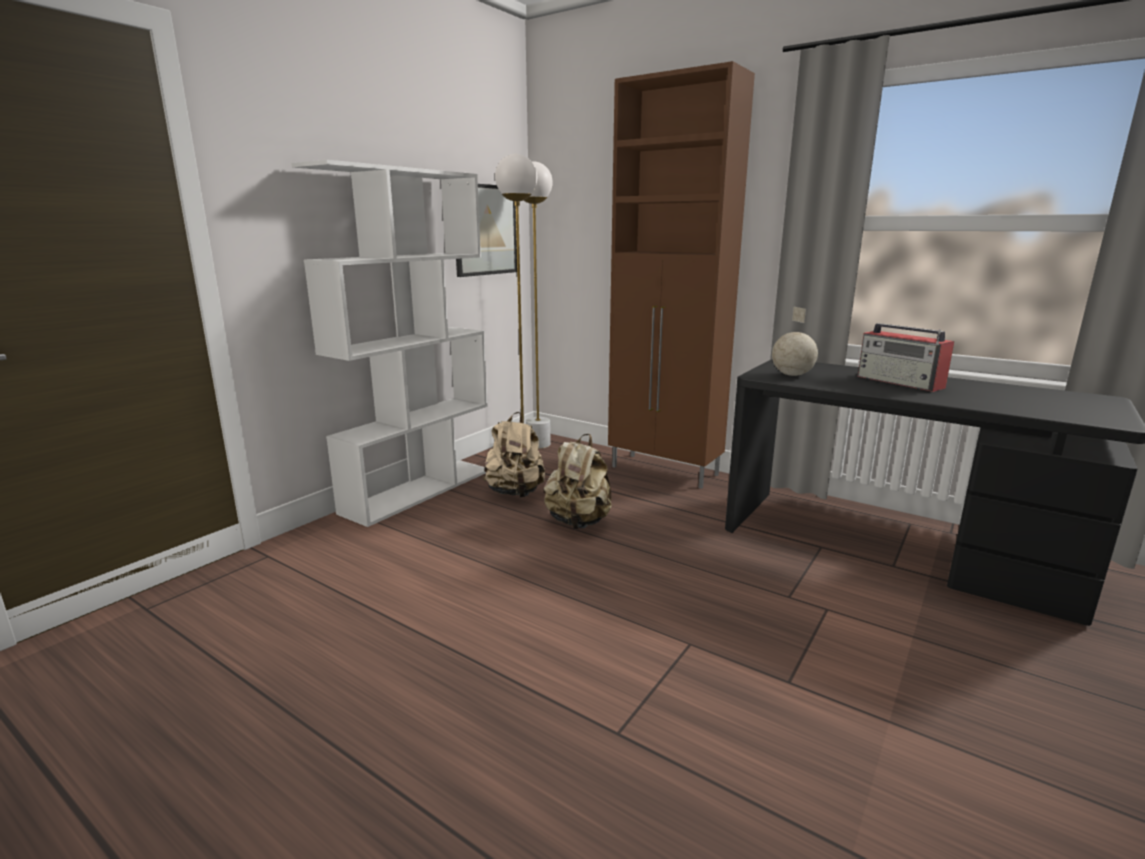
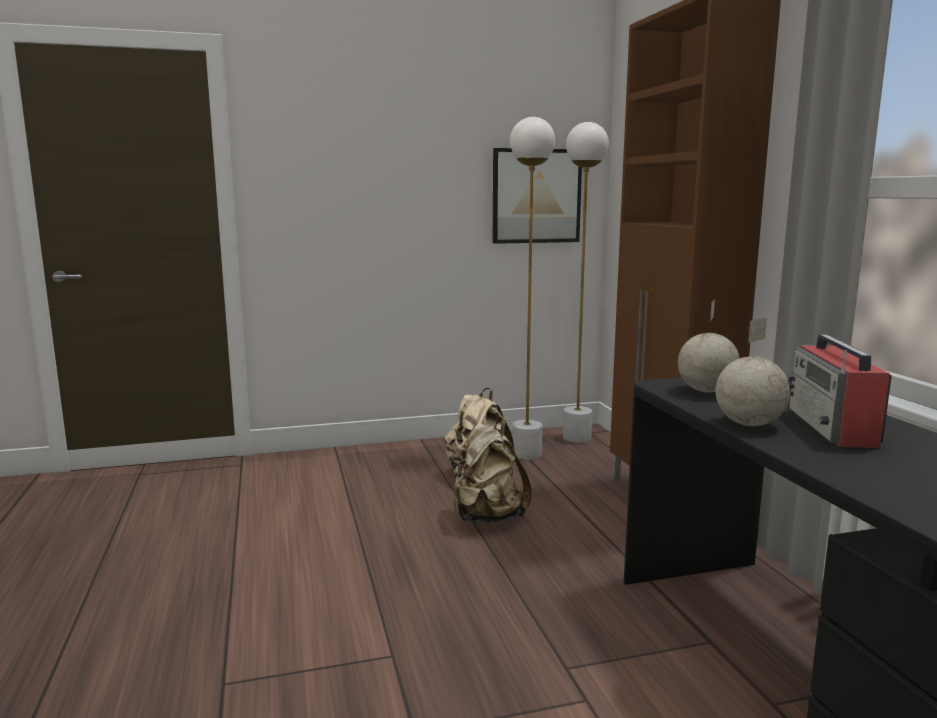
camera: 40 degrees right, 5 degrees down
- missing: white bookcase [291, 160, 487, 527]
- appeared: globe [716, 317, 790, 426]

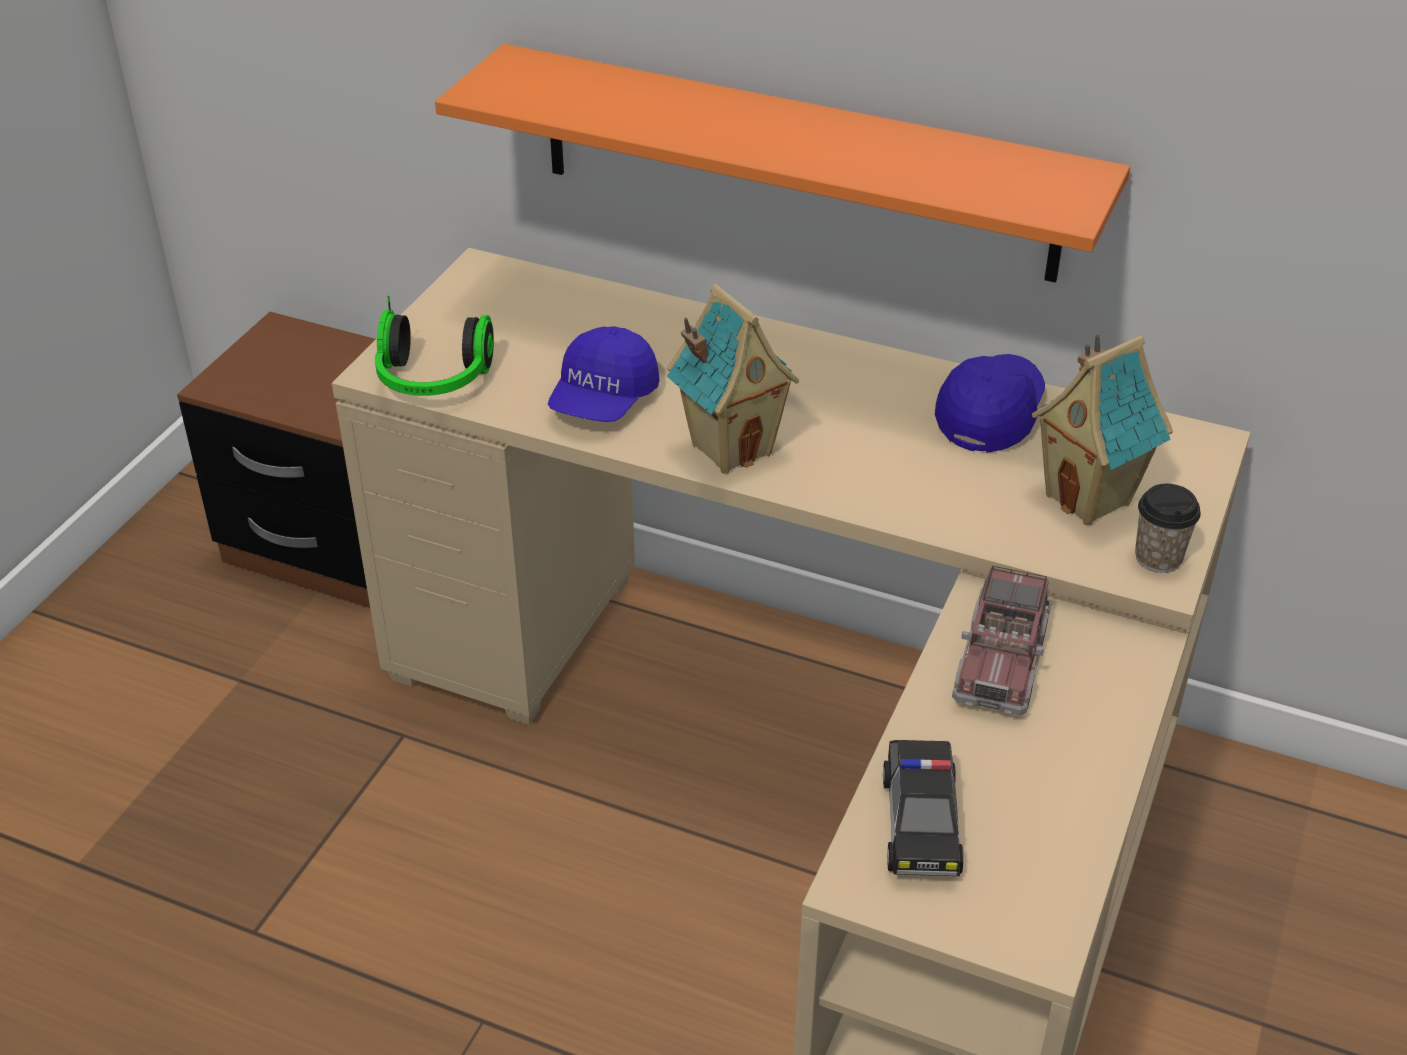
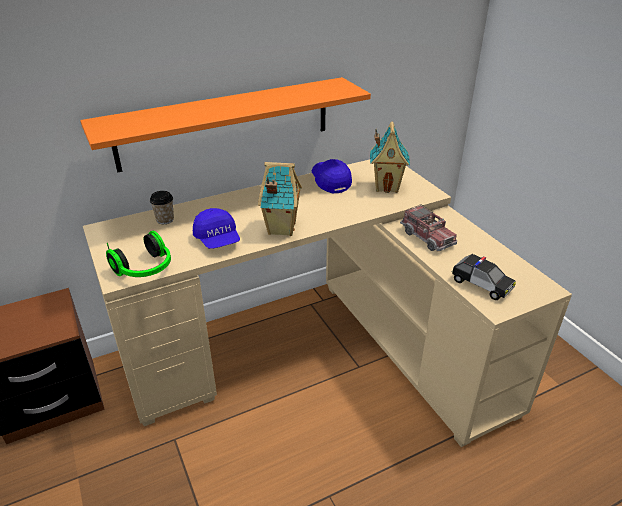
camera: 50 degrees left, 5 degrees down
- relocated: cup [1135, 484, 1201, 573] to [150, 191, 174, 224]

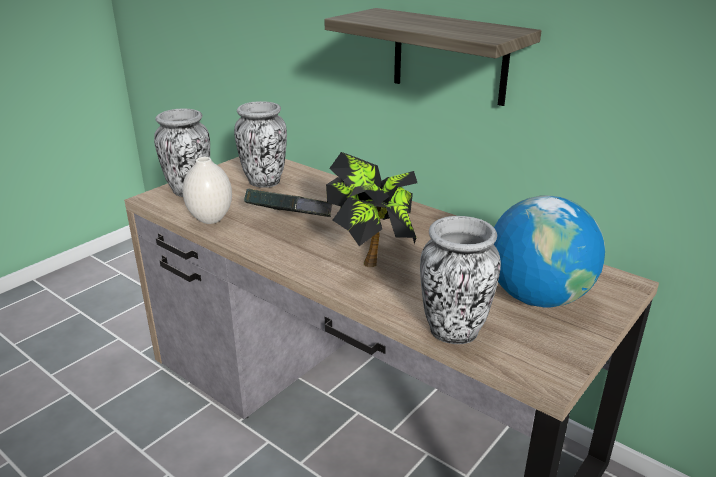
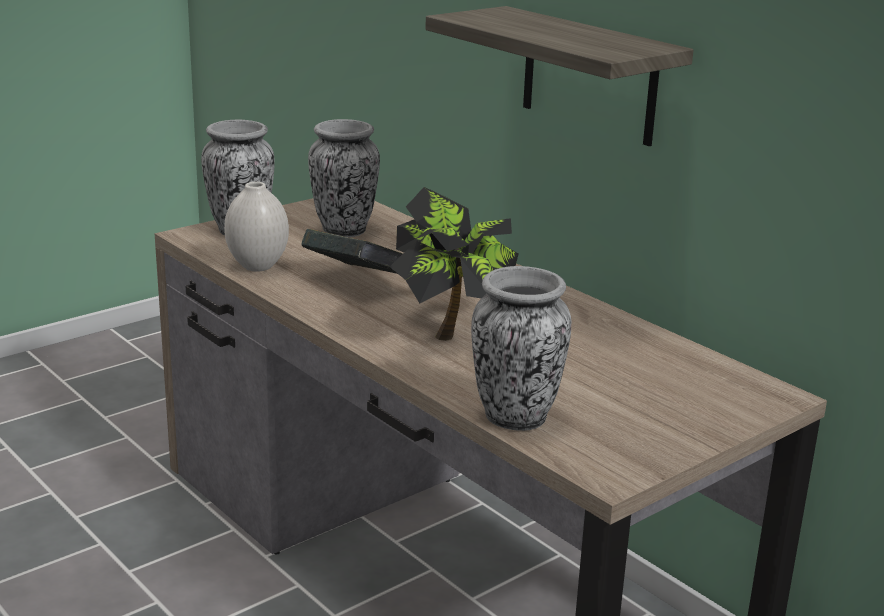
camera: 10 degrees right, 5 degrees down
- missing: globe [494, 195, 605, 307]

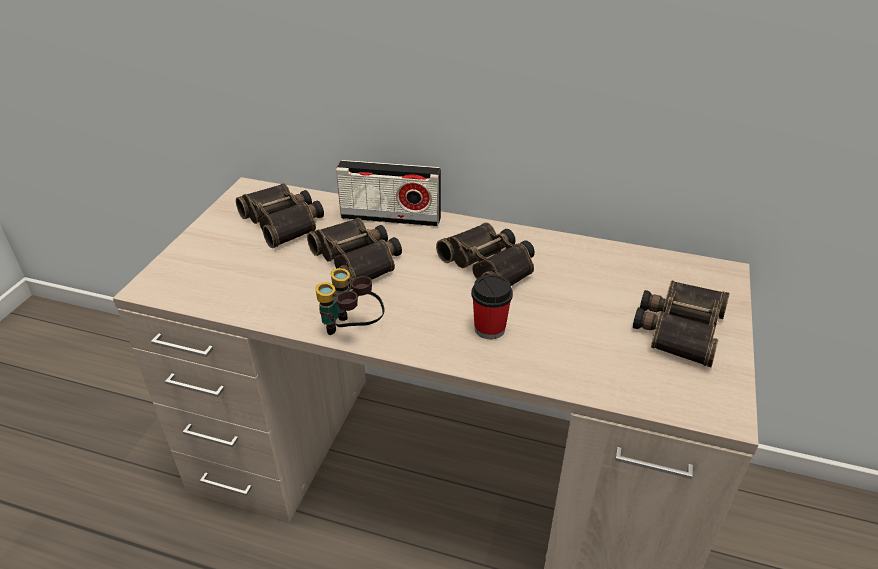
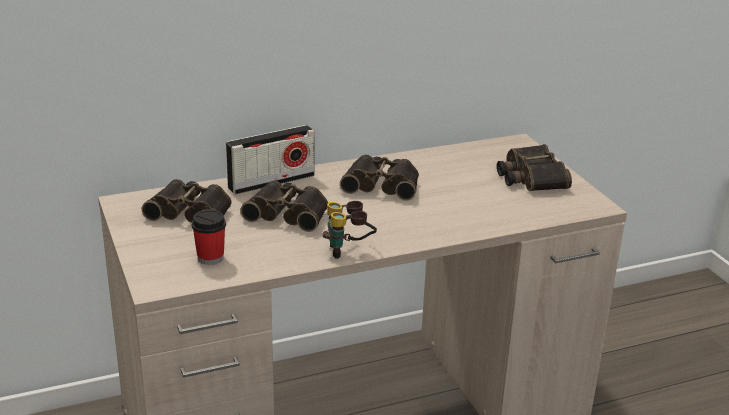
camera: 40 degrees left, 10 degrees down
- relocated: cup [471, 274, 513, 339] to [192, 210, 226, 265]

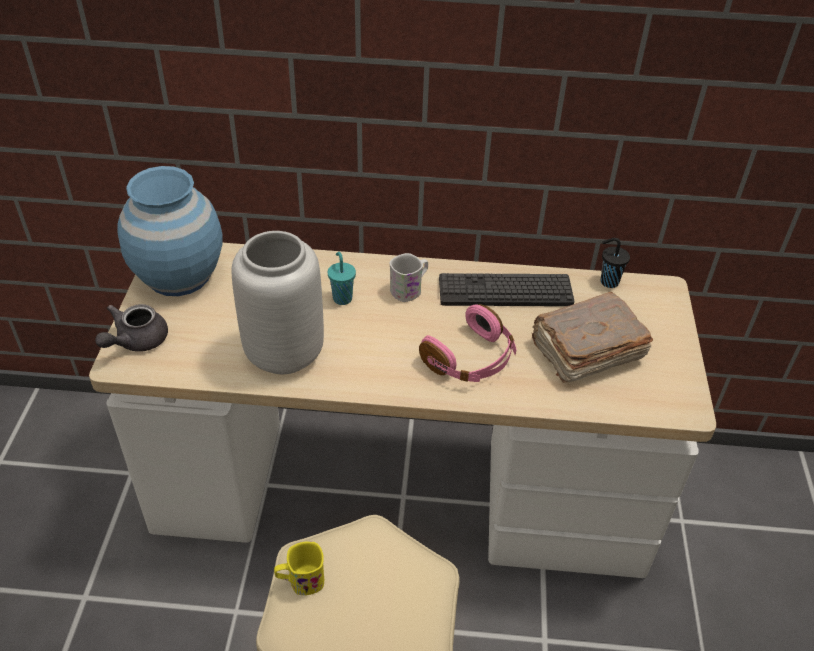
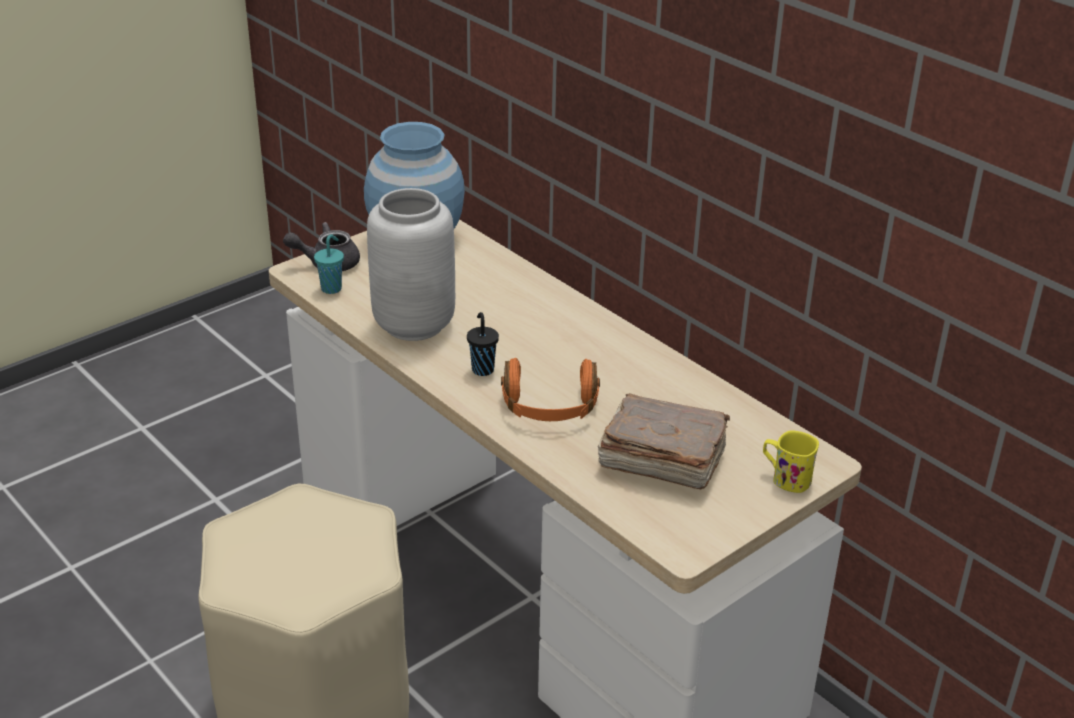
camera: 45 degrees right, 10 degrees down
- relocated: yellow mug [274, 541, 324, 595] to [763, 430, 819, 493]
- relocated: turquoise cup [328, 252, 356, 305] to [314, 234, 344, 294]
- missing: white mug [389, 253, 428, 302]
- colour: pink headphones [419, 304, 516, 382] to orange headphones [501, 358, 600, 421]
- missing: keyboard [439, 273, 574, 306]
- relocated: black cup [601, 238, 630, 288] to [467, 312, 499, 376]

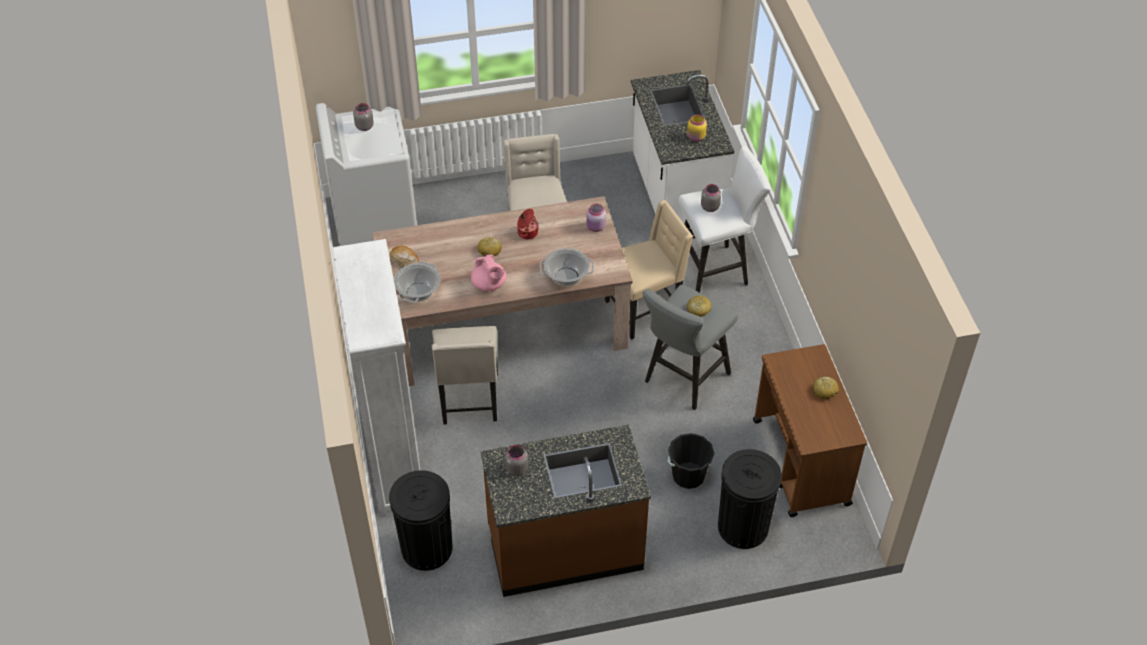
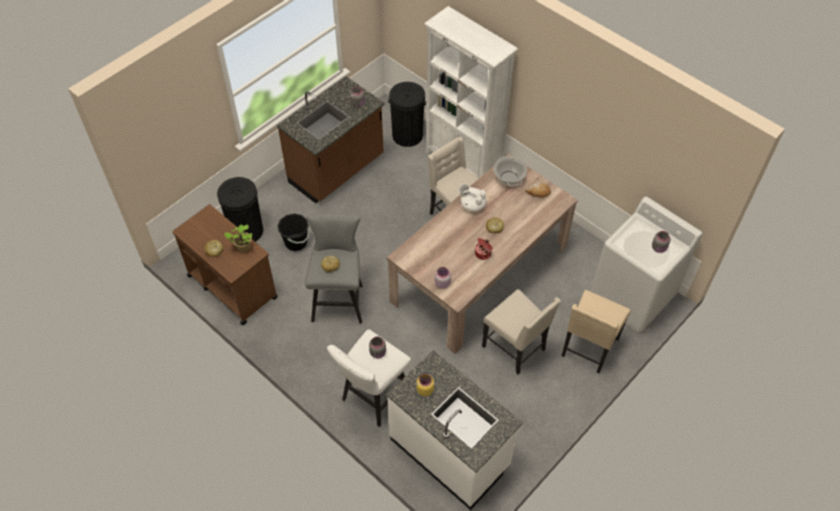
camera: 145 degrees right, 5 degrees up
- colour: pink teapot [471, 255, 506, 291] to white teapot [459, 184, 487, 212]
- missing: cooking pot [540, 248, 594, 286]
- relocated: beige chair [605, 200, 693, 339] to [562, 290, 631, 373]
- appeared: potted plant [224, 224, 253, 252]

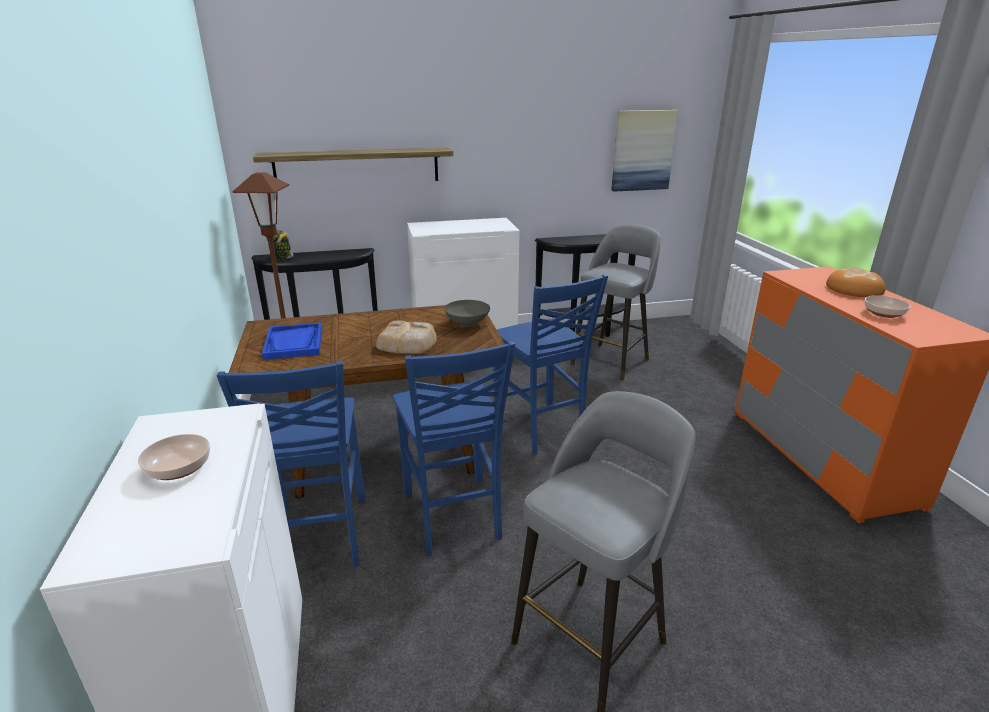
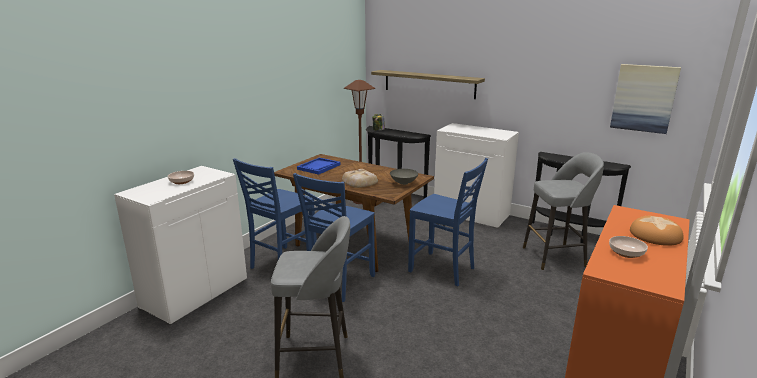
camera: 45 degrees right, 5 degrees down
- spun: blue chair [494, 274, 608, 455] = [408, 158, 488, 286] 75 degrees counterclockwise

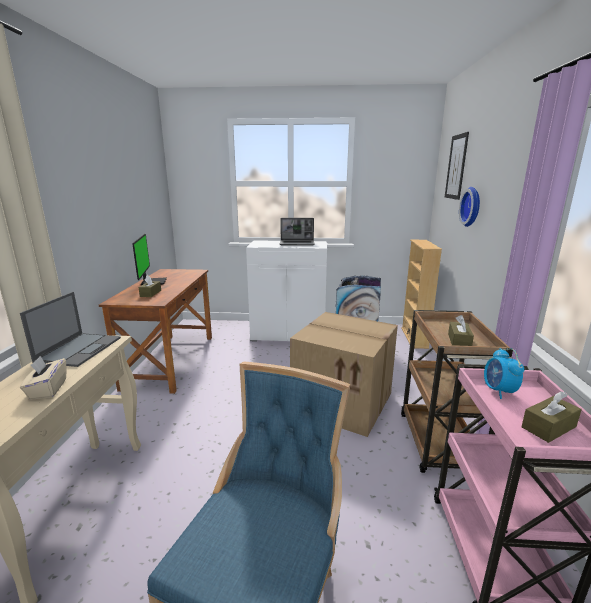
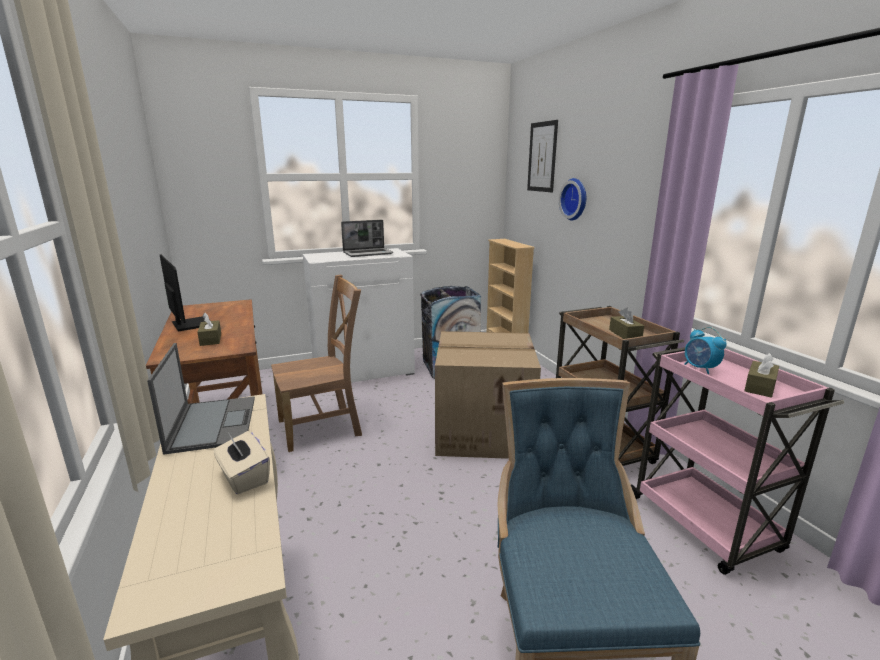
camera: 25 degrees left, 0 degrees up
- appeared: brown chair [271, 274, 362, 452]

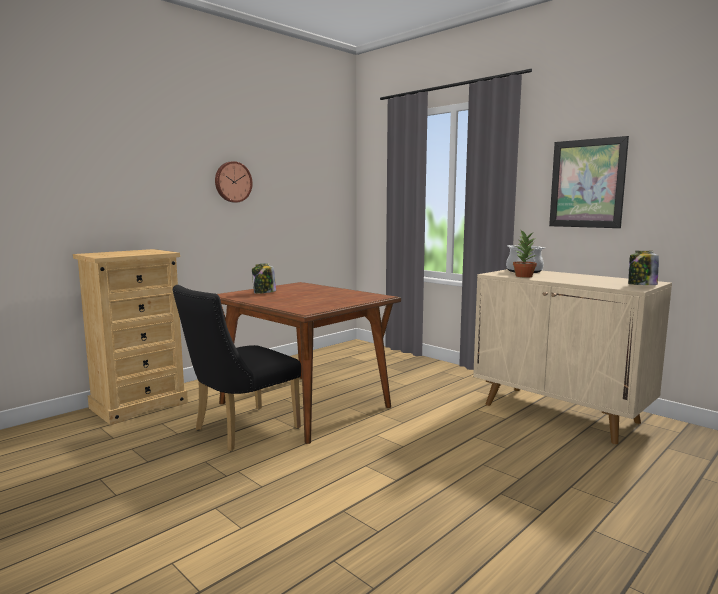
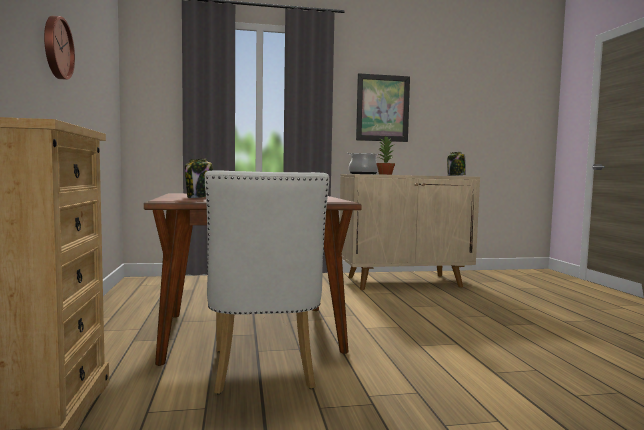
camera: 55 degrees left, 5 degrees down
- colour: black chair [172, 285, 301, 451] to white chair [204, 171, 329, 394]

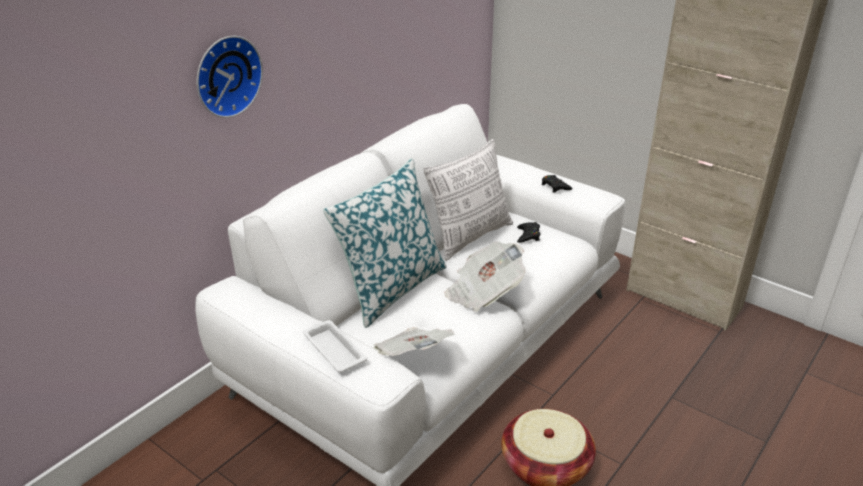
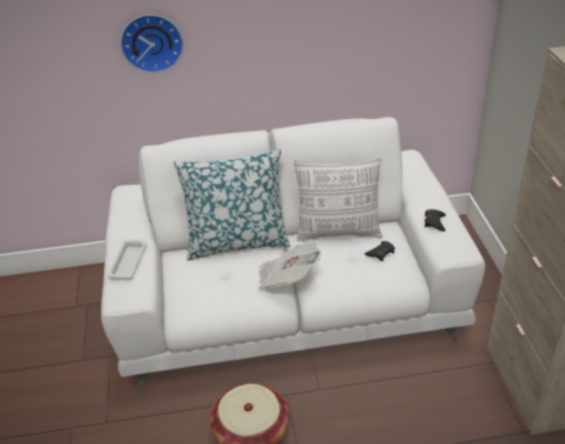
camera: 45 degrees right, 5 degrees up
- missing: newspaper [373, 327, 455, 356]

